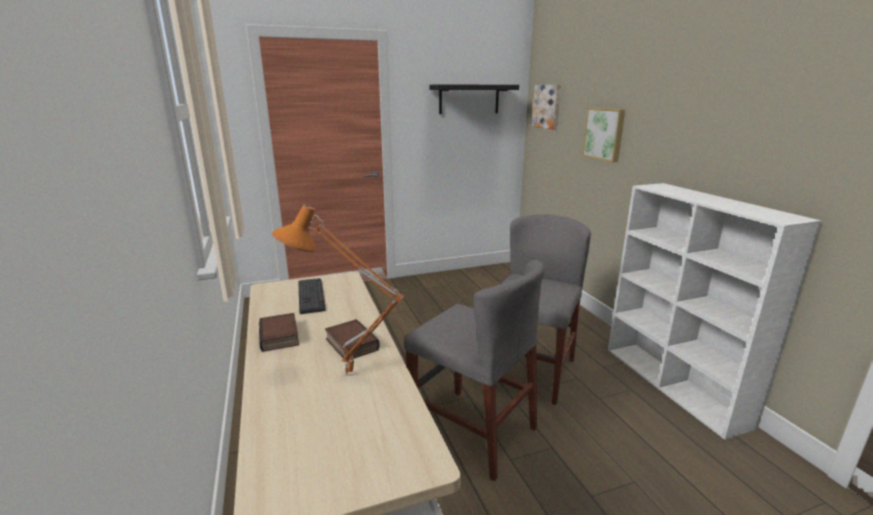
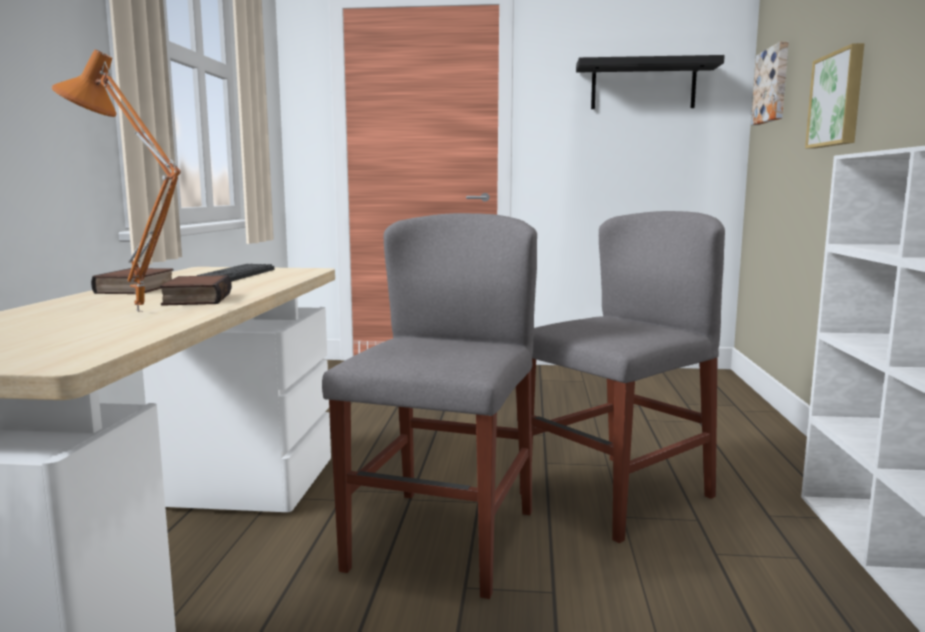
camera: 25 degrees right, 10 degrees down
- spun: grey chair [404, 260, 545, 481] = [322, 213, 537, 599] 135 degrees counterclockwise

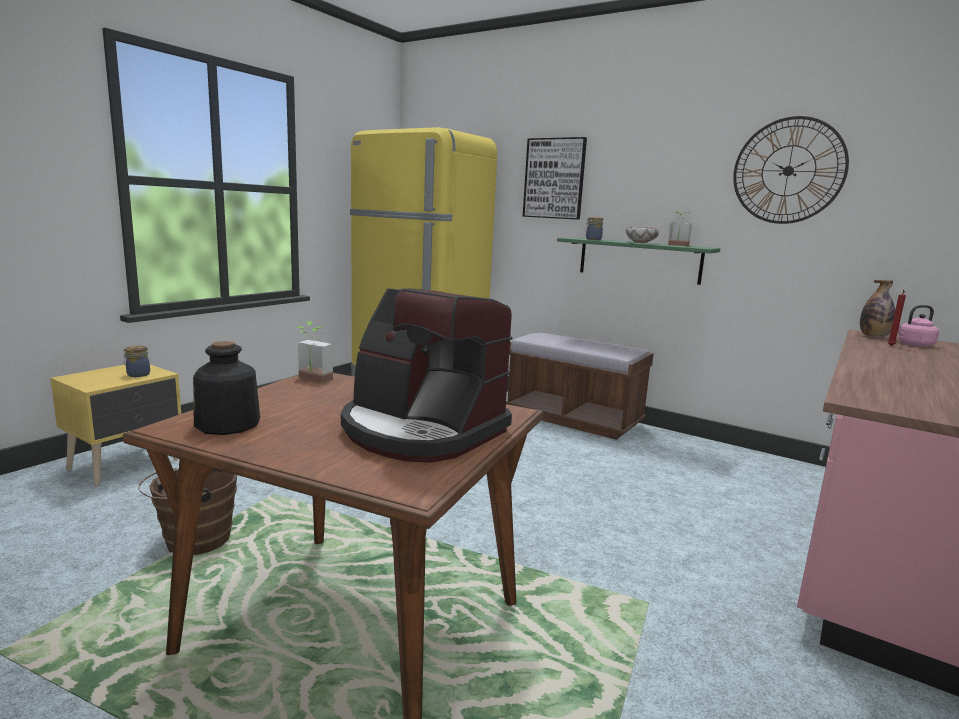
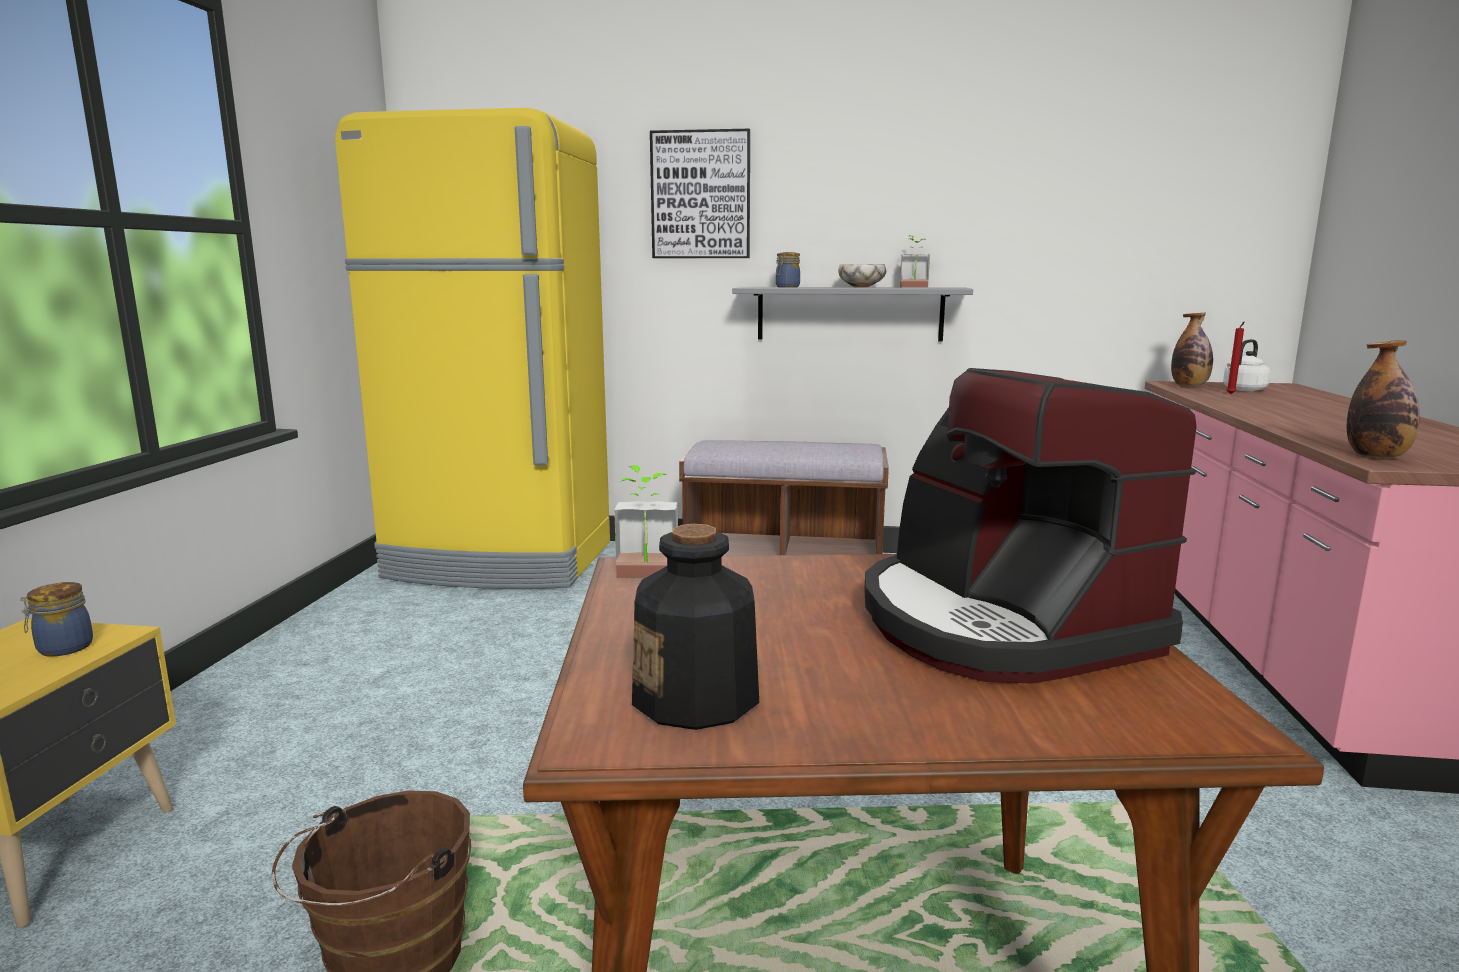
camera: 25 degrees left, 0 degrees up
- spun: coffee machine [341, 288, 512, 463] = [864, 368, 1197, 684] 60 degrees clockwise
- colour: green shelf [557, 238, 720, 285] to grey shelf [732, 287, 973, 342]
- missing: wall clock [733, 116, 849, 224]
- colour: pink kettle [898, 305, 939, 347] to white kettle [1223, 339, 1271, 391]
- appeared: bottle [1347, 340, 1420, 458]

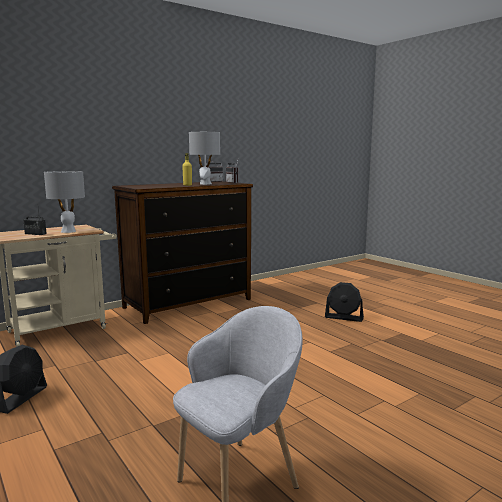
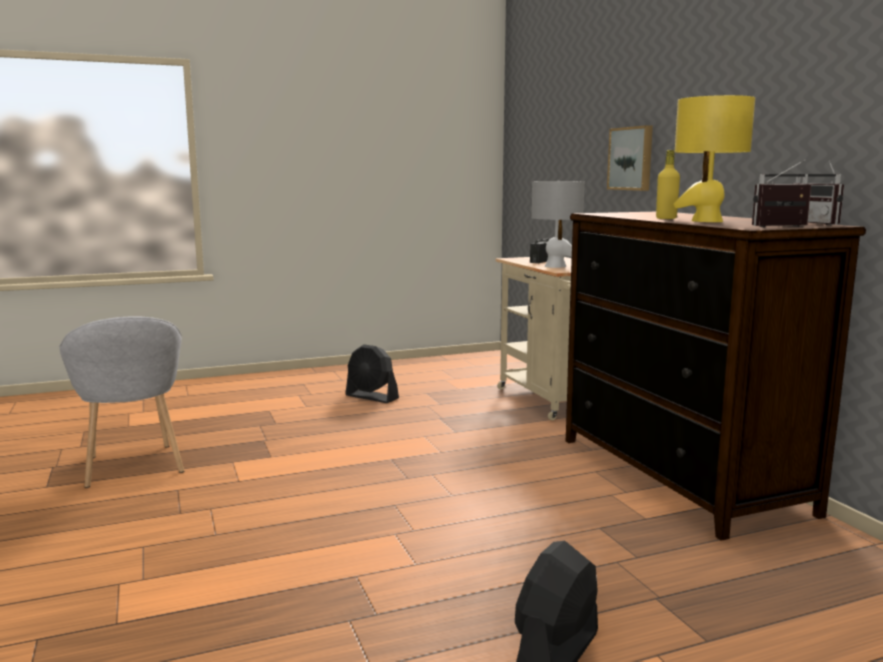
camera: 105 degrees right, 0 degrees up
- colour: grey table lamp [189, 132, 220, 185] to yellow table lamp [673, 95, 755, 222]
- appeared: picture [607, 125, 653, 191]

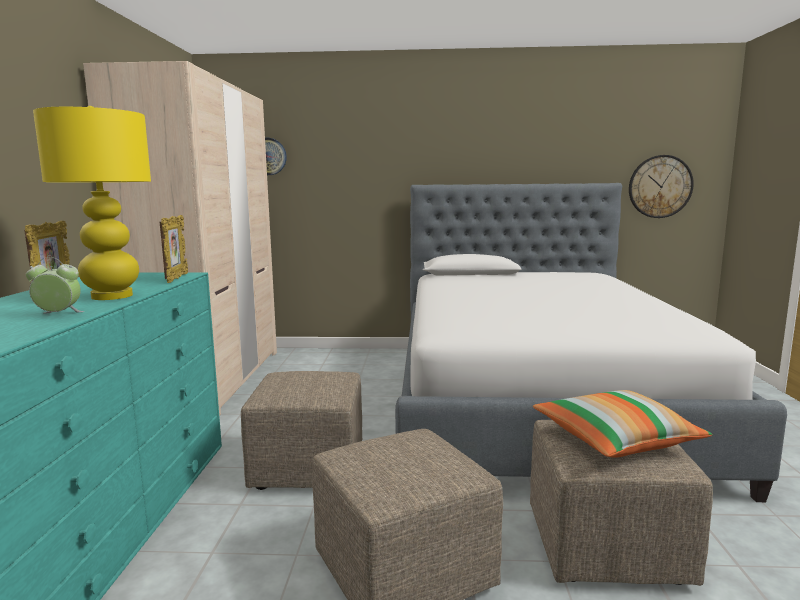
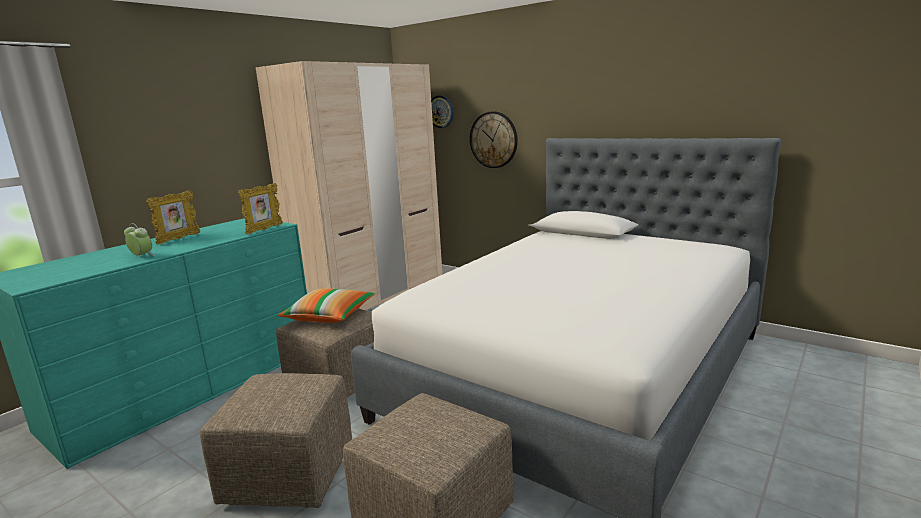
camera: 35 degrees right, 5 degrees up
- missing: yellow table lamp [33, 106, 151, 300]
- relocated: pillow [533, 390, 712, 458] to [278, 289, 375, 323]
- relocated: wall clock [629, 155, 694, 218] to [470, 111, 518, 168]

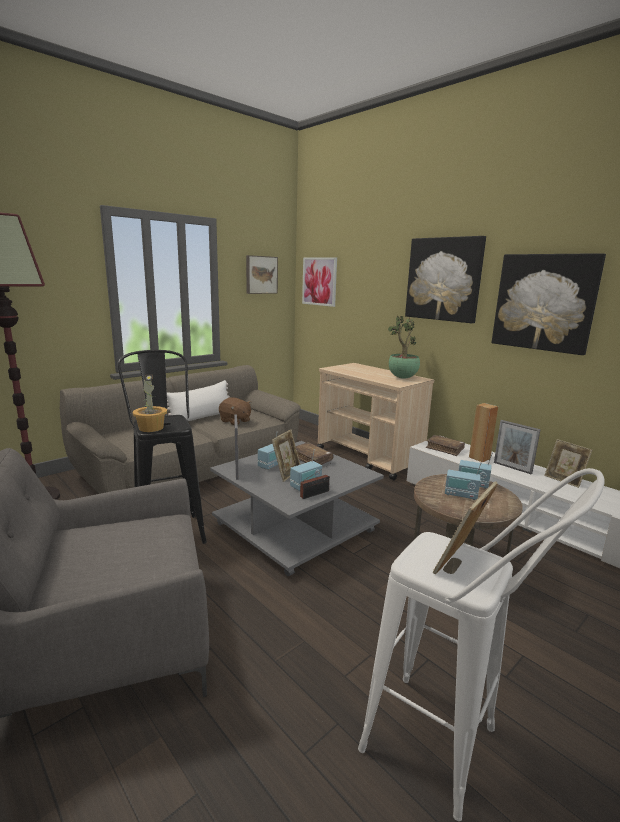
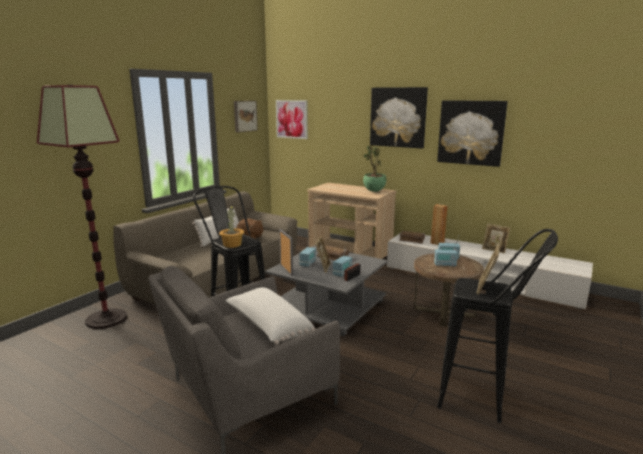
camera: 15 degrees left, 0 degrees up
- colour: white stool [358, 468, 605, 821] to black stool [437, 229, 558, 423]
- missing: picture frame [494, 420, 541, 475]
- appeared: white pillow [226, 287, 315, 345]

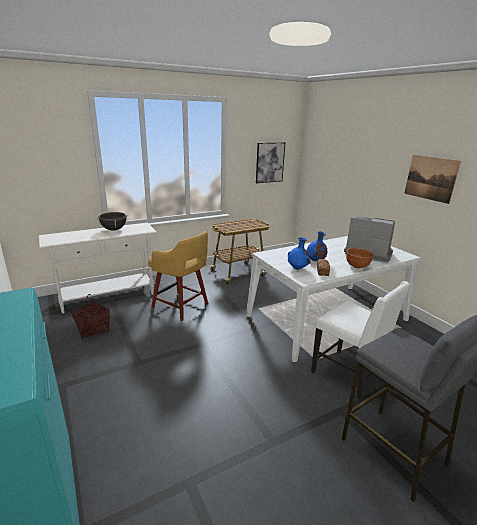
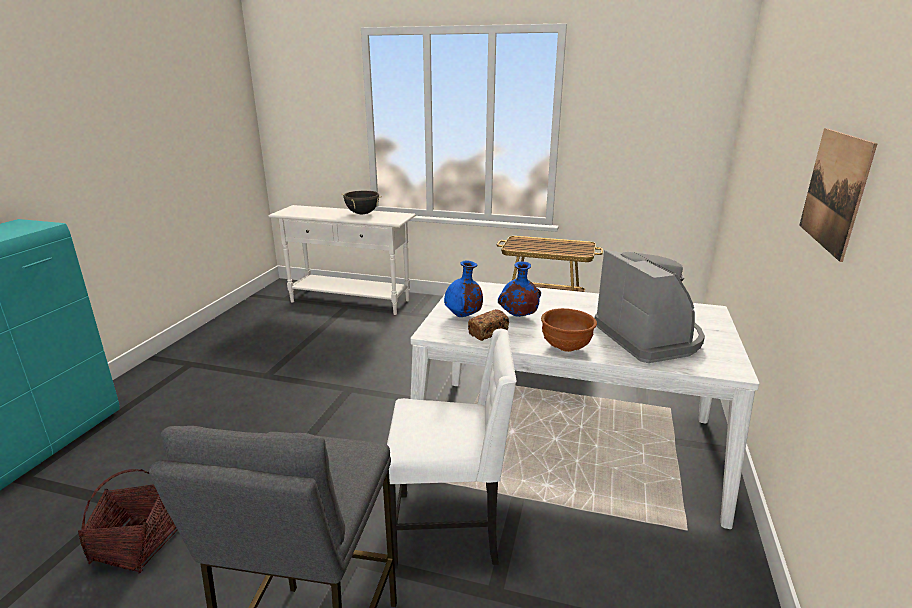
camera: 45 degrees right, 0 degrees up
- relocated: basket [71, 294, 110, 340] to [78, 469, 177, 573]
- missing: yellow stool [148, 231, 208, 321]
- missing: picture [256, 142, 285, 183]
- spun: white chair [311, 281, 410, 399] = [387, 329, 517, 569] 90 degrees counterclockwise

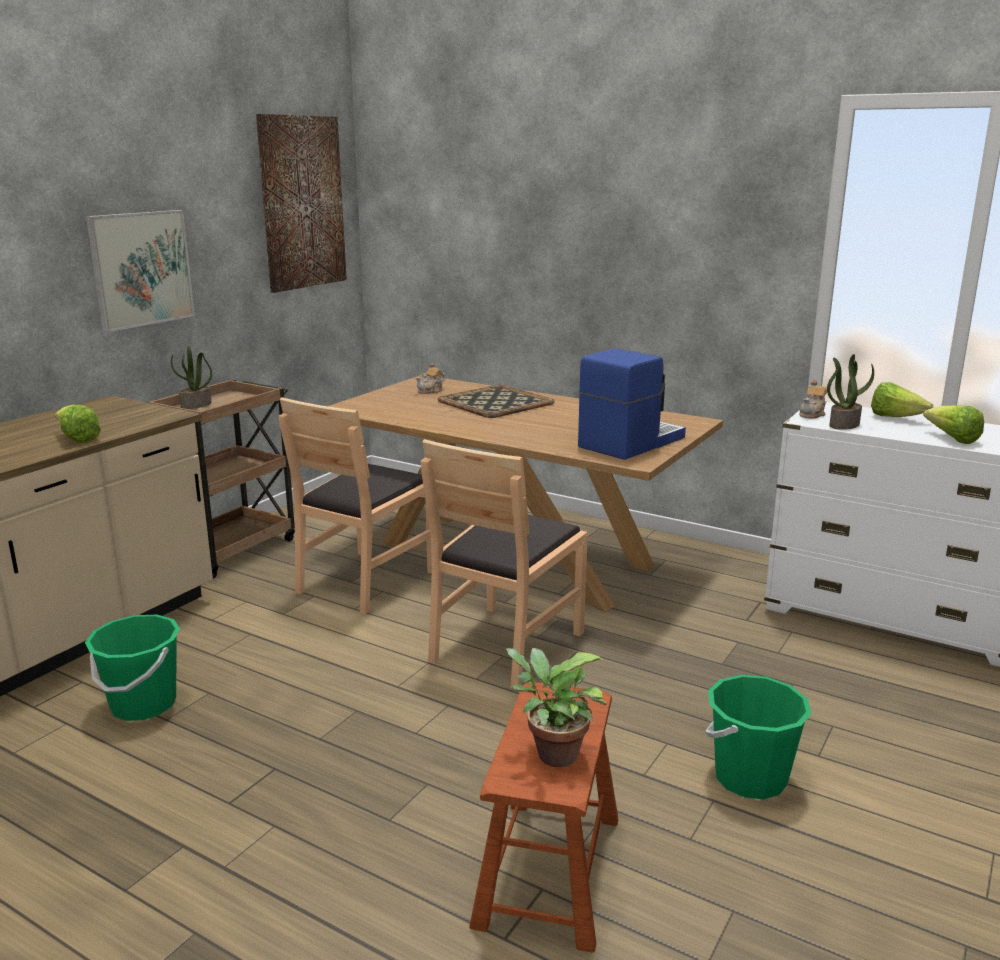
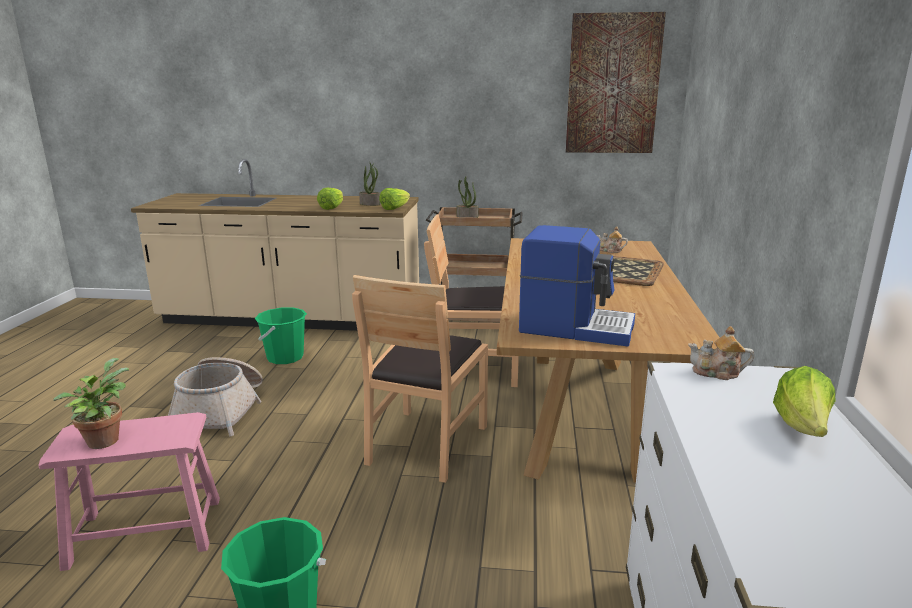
camera: 65 degrees right, 0 degrees up
- missing: picture [86, 210, 195, 332]
- spun: brown chair [421, 439, 588, 689] = [352, 275, 488, 483] 75 degrees counterclockwise
- colour: brown stool [469, 682, 618, 953] to pink stool [38, 412, 220, 571]
- relocated: potted plant [827, 354, 874, 430] to [359, 161, 381, 206]
- relocated: lettuce [923, 405, 984, 444] to [379, 188, 410, 210]
- appeared: basket [168, 357, 263, 437]

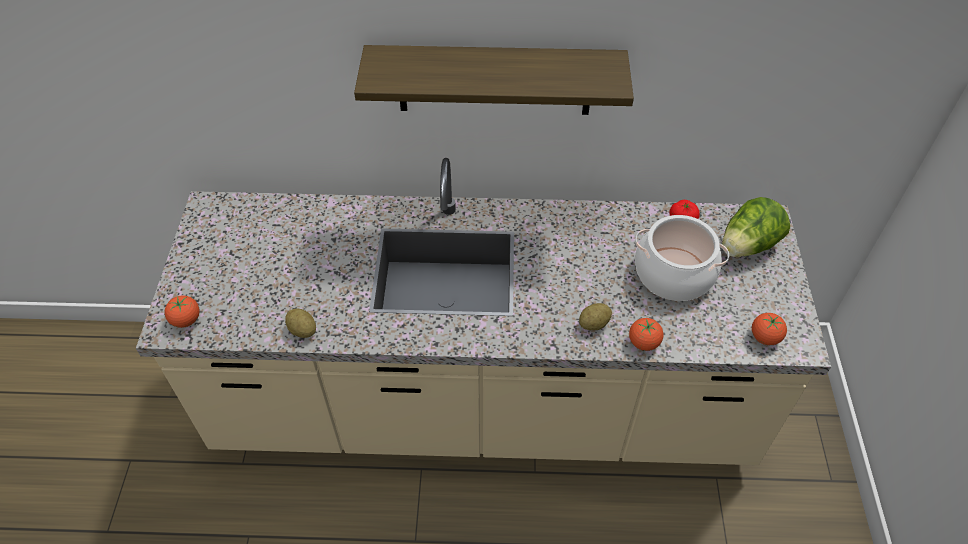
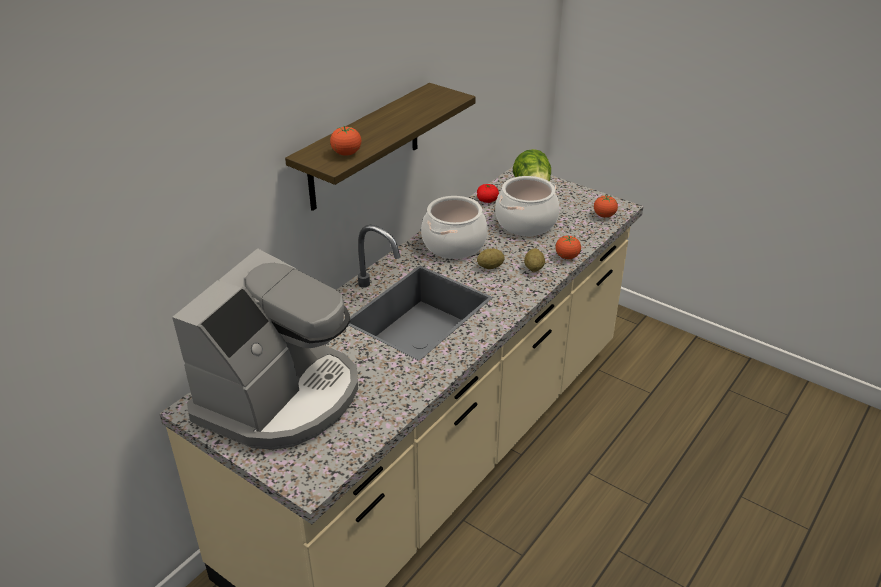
camera: 55 degrees left, 15 degrees down
- relocated: tomato [165, 295, 200, 328] to [330, 126, 361, 156]
- relocated: potato [285, 309, 316, 338] to [477, 249, 505, 269]
- appeared: coffee machine [172, 248, 358, 450]
- appeared: cooking pot [421, 196, 488, 259]

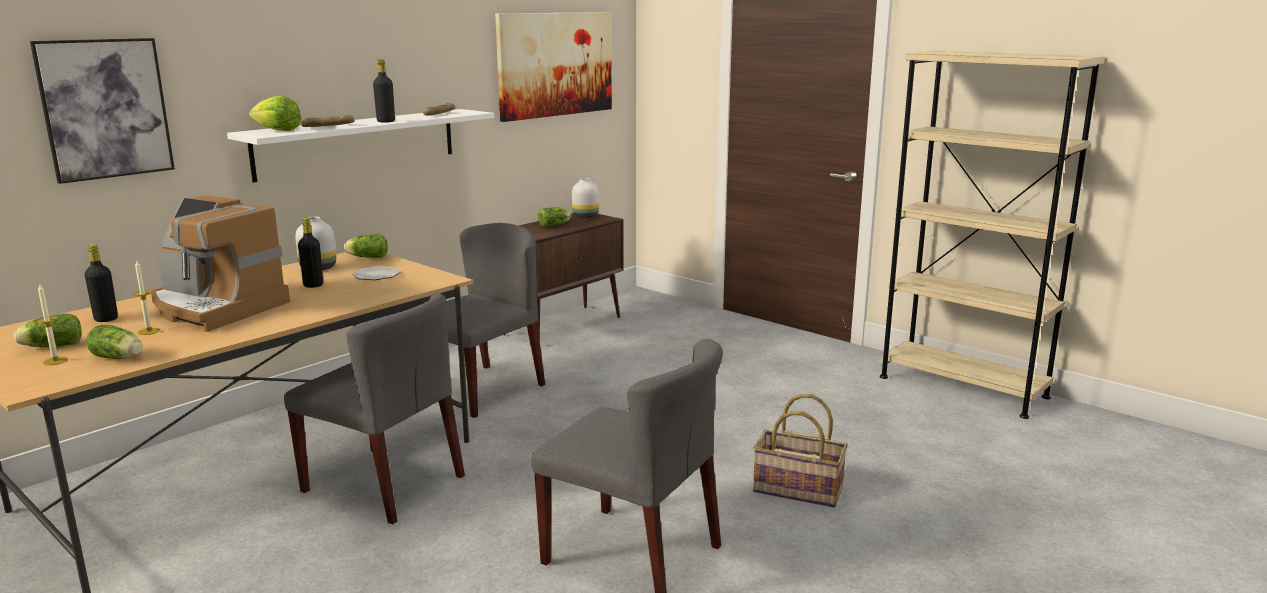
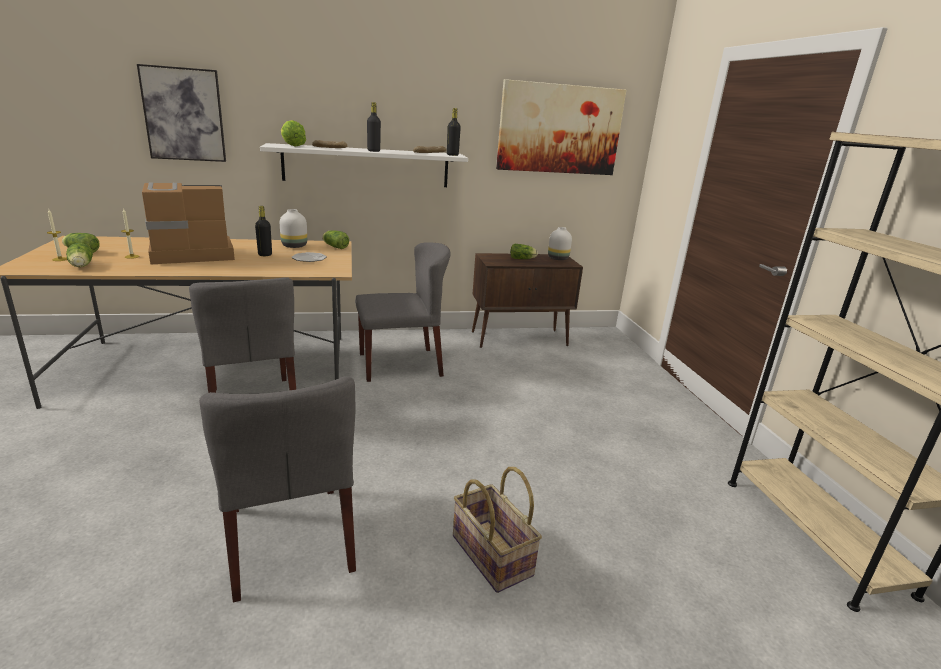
camera: 35 degrees right, 5 degrees up
- relocated: black bottle [85, 244, 118, 322] to [447, 108, 461, 156]
- spun: coffee machine [151, 195, 290, 332] = [142, 183, 235, 265] 90 degrees clockwise

